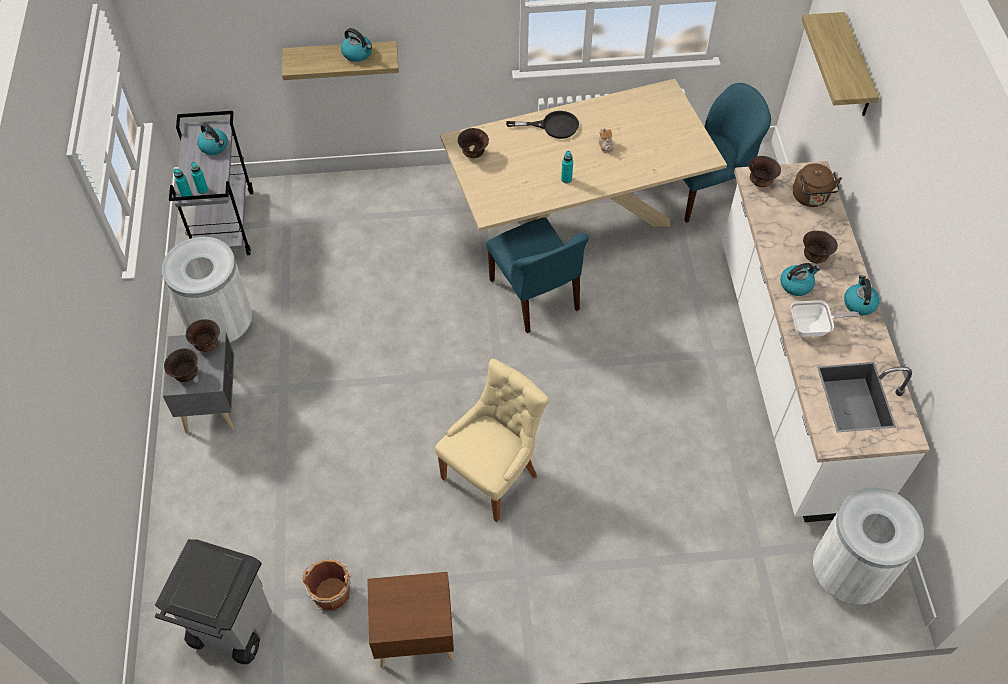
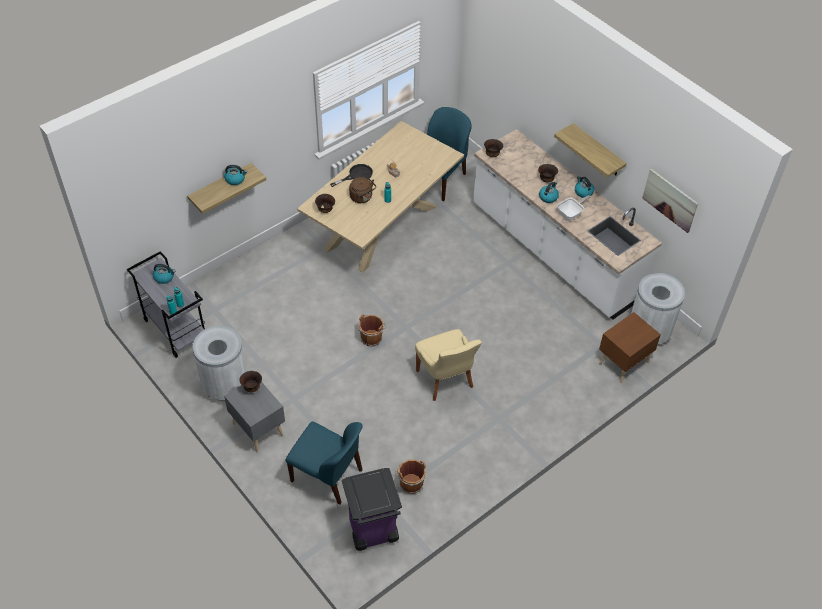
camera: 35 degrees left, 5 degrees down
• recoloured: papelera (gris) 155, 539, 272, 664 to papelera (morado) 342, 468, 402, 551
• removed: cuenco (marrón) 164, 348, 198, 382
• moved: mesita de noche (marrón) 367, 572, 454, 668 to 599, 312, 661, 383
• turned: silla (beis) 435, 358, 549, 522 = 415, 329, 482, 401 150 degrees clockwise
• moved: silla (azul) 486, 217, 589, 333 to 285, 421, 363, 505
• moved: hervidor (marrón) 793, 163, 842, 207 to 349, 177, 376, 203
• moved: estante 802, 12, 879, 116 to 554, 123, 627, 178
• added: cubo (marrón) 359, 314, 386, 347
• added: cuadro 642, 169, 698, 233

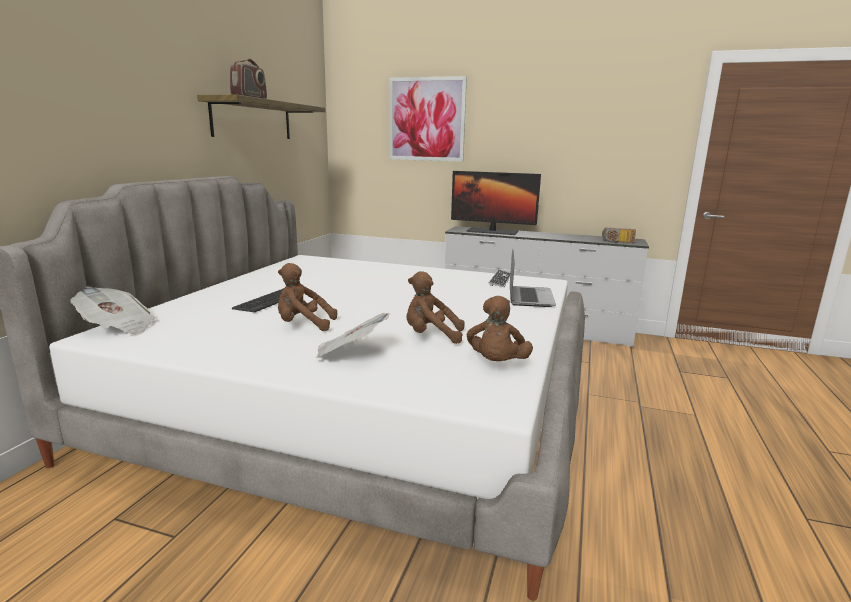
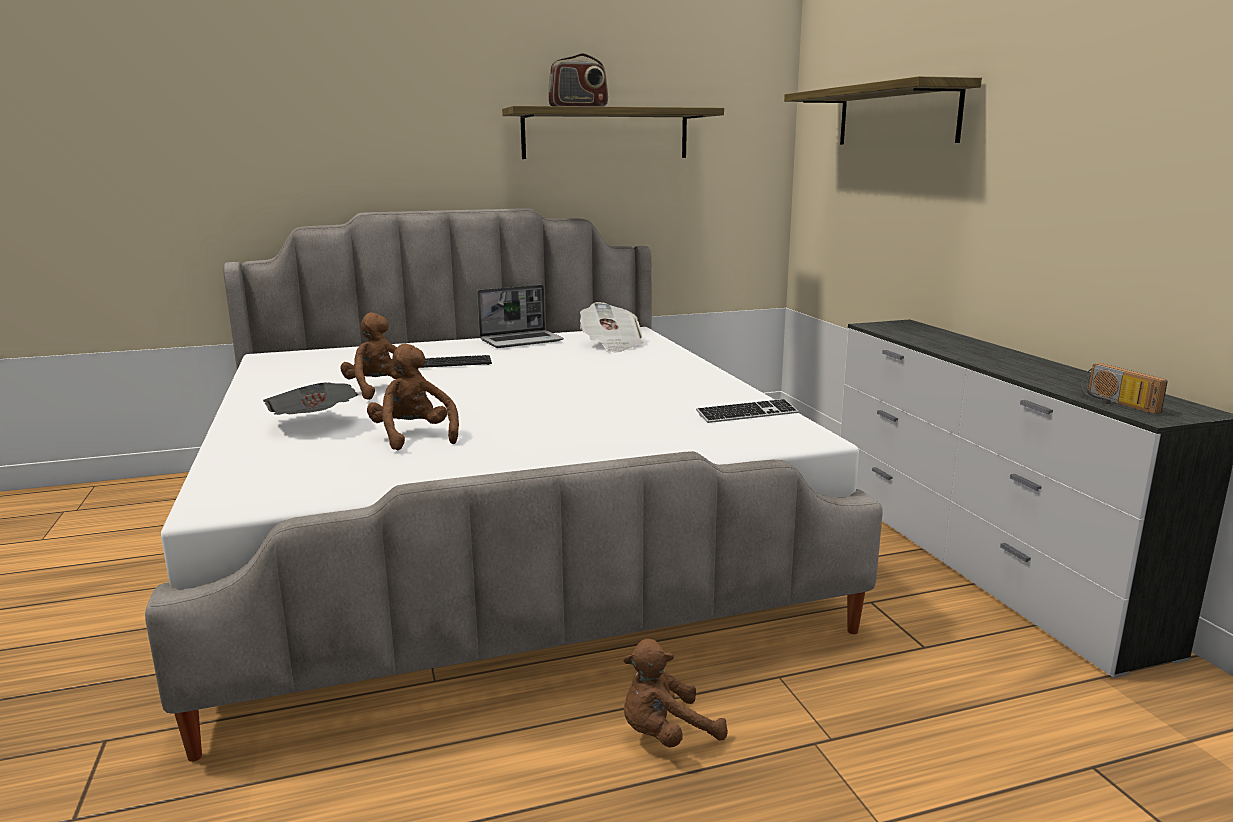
camera: 55 degrees right, 0 degrees up
• moved: periódico 70, 286, 156, 335 to 580, 302, 643, 353
• replaced: cuadro 389, 76, 467, 162 to estante 784, 76, 982, 145
• removed: monitor 451, 171, 541, 235
• moved: peluche (marrón) 467, 296, 533, 361 to 623, 639, 728, 748
• moved: portátil 510, 250, 556, 307 to 477, 285, 563, 348

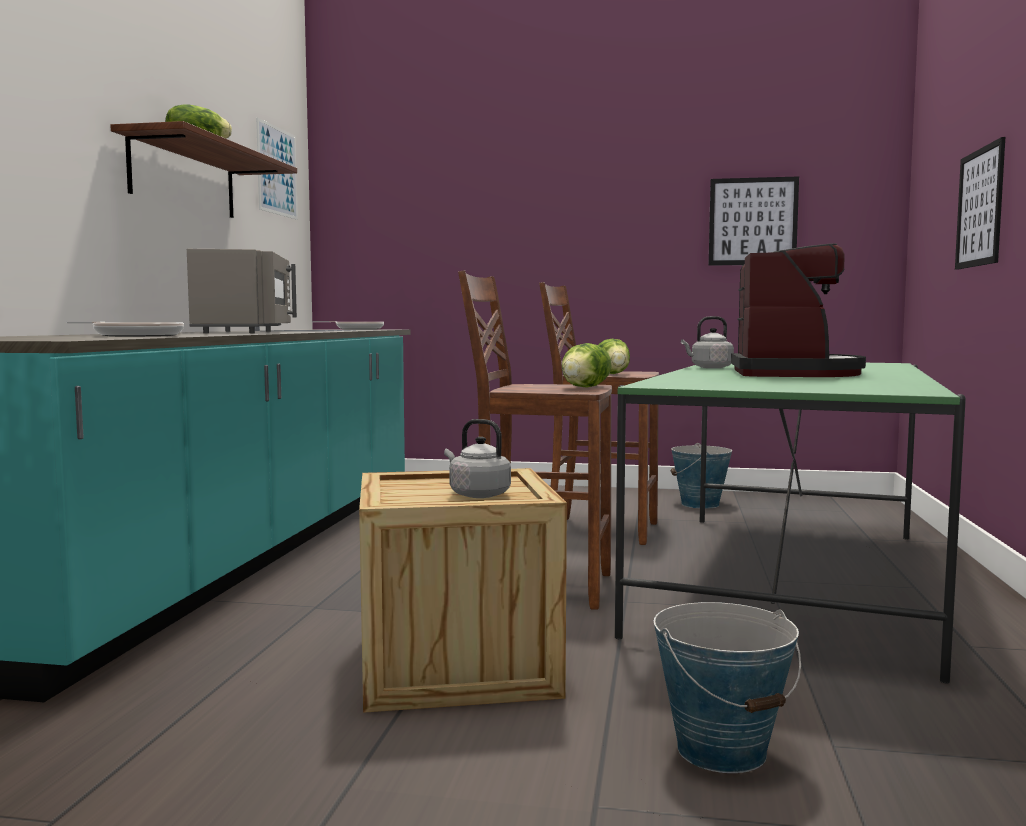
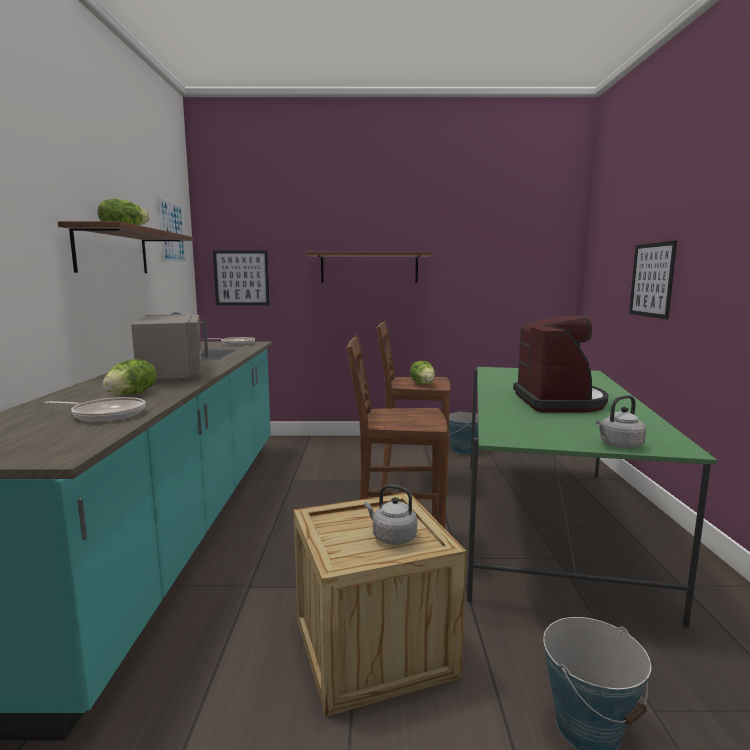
camera: 10 degrees left, 5 degrees up
• moved: lechuga 562, 343, 611, 387 to 103, 359, 157, 395
• moved: hervidor (gris) 681, 316, 734, 368 to 596, 395, 646, 448
• moved: cuadro 709, 177, 799, 266 to 213, 250, 270, 306
• added: estante 305, 252, 433, 282

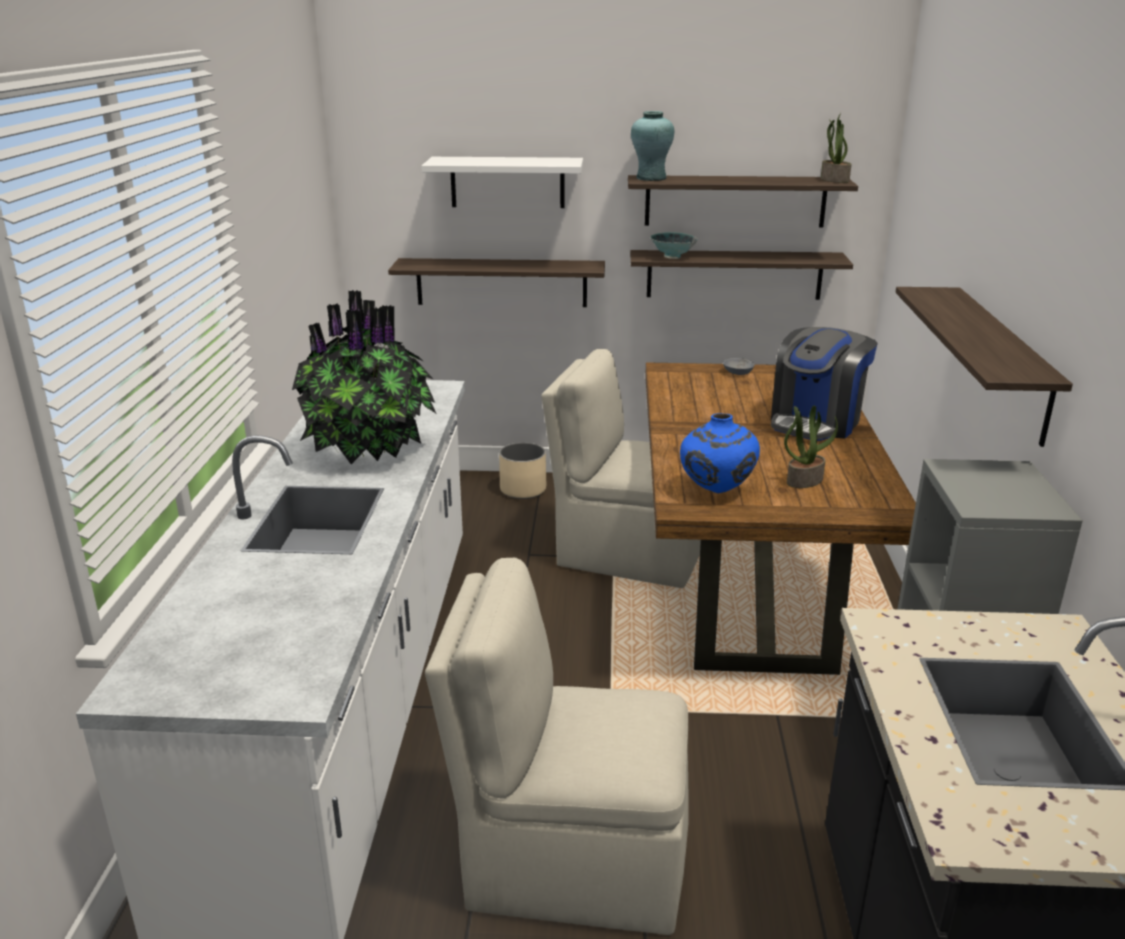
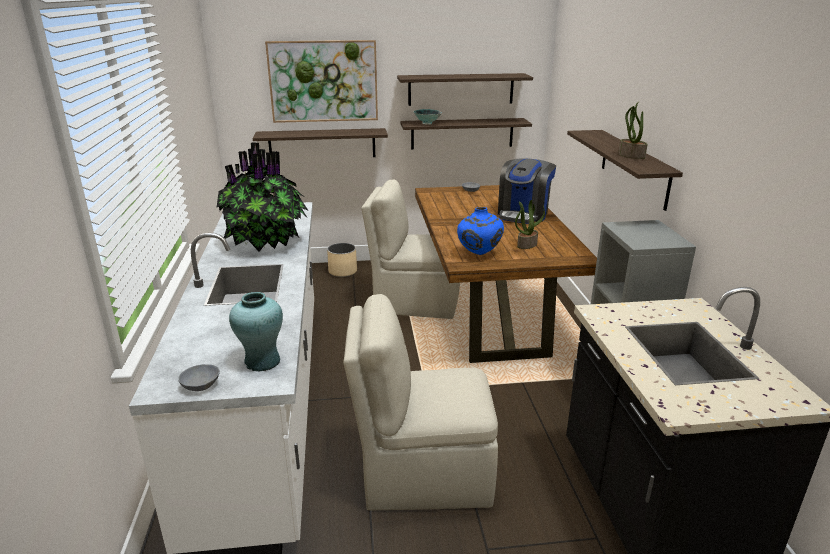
camera: 10 degrees left, 0 degrees up
• replaced: estante (blanco) 421, 157, 583, 208 to cuadro 265, 40, 378, 123
• moved: florero (turquesa) 631, 111, 674, 181 to 229, 292, 283, 371
• moved: planta en maceta 821, 113, 852, 183 to 618, 102, 648, 159
• added: cuenco (gris) 178, 364, 220, 391

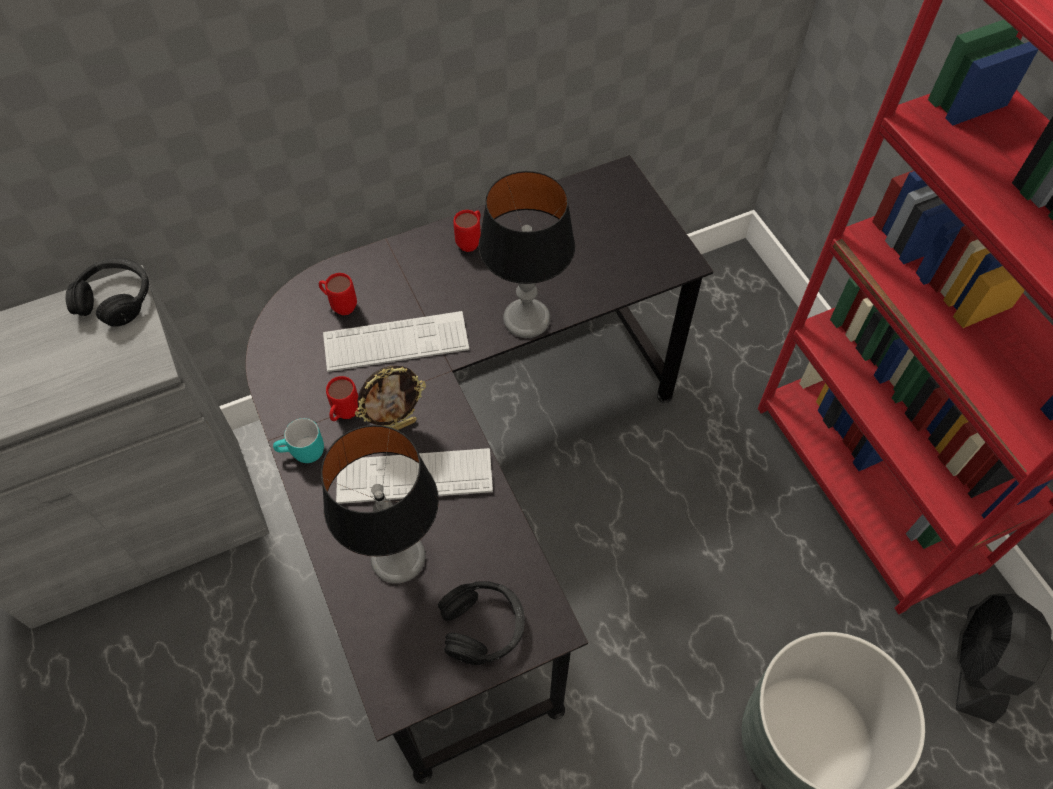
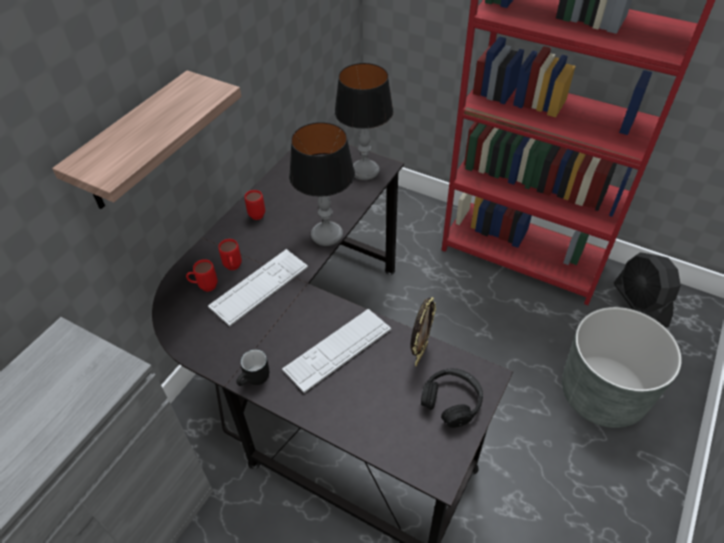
camera: 35 degrees left, 10 degrees down
• removed: auriculares (negro) 66, 258, 149, 327
• recoloured: taza grande (turquesa) 273, 418, 324, 463 to taza grande (negro) 236, 349, 269, 386
• moved: lámpara de mesa 321, 425, 439, 584 to 334, 63, 394, 180
• moved: taza grande (rojo) 326, 376, 359, 421 to 218, 239, 242, 270
• moved: portarretratos 355, 366, 426, 430 to 411, 297, 436, 366
• added: estante 52, 70, 242, 209

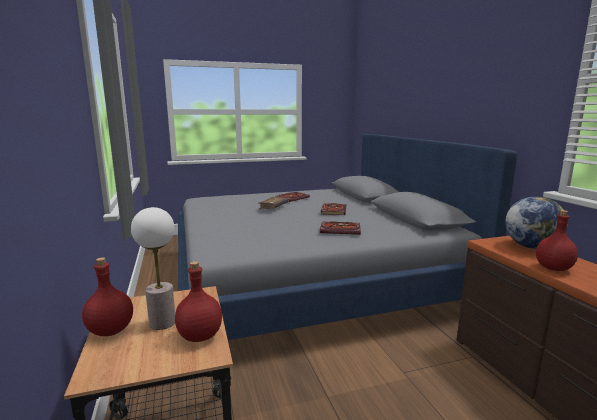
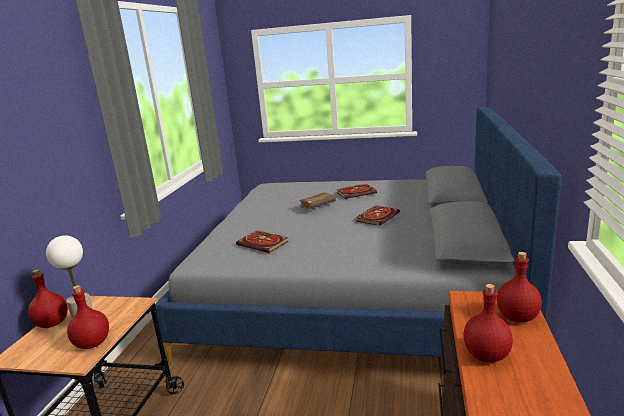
camera: 30 degrees right, 5 degrees up
• moved: libro 320, 221, 361, 235 to 236, 231, 288, 253
• replaced: globo terráqueo 505, 196, 568, 249 to botella (rojo) 497, 252, 542, 322

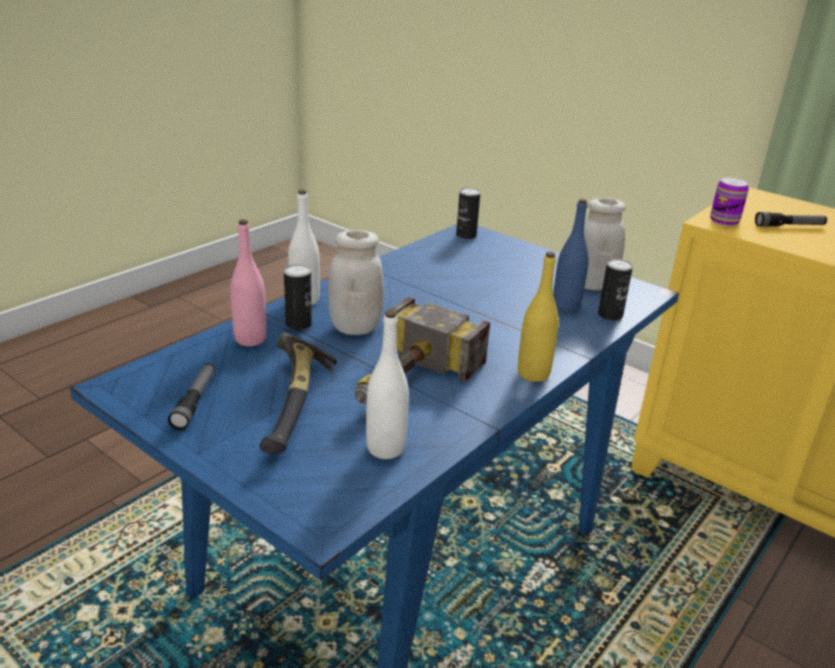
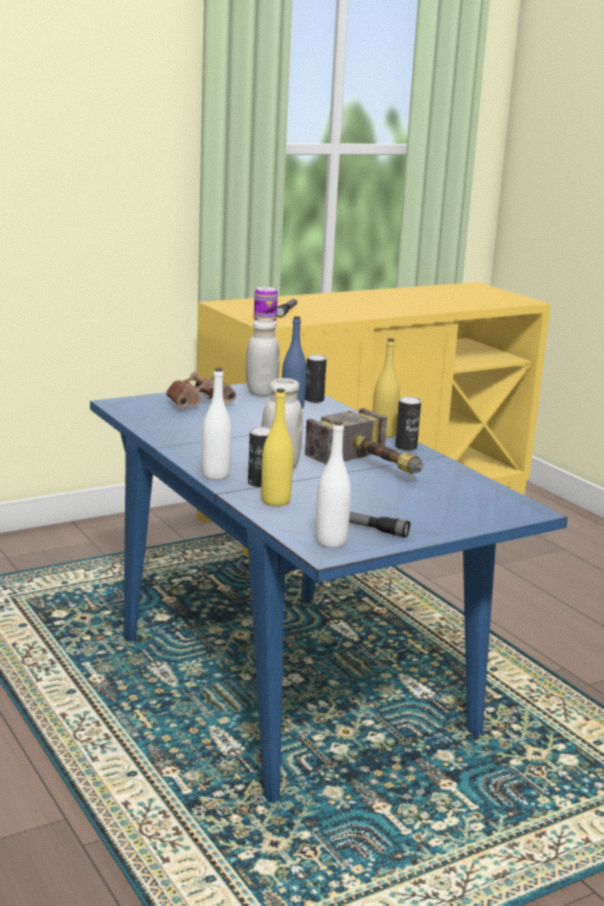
camera: 70 degrees left, 10 degrees down
• recoloured: botella (rosa) 230, 219, 267, 346 to botella (amarillo) 261, 388, 293, 506
• removed: martillo 260, 332, 337, 454
• moved: botella (blanco) 366, 310, 409, 459 to 315, 421, 351, 548
• moved: lata 456, 188, 480, 239 to 395, 396, 421, 451
• added: prismáticos (marrón) 166, 371, 236, 407

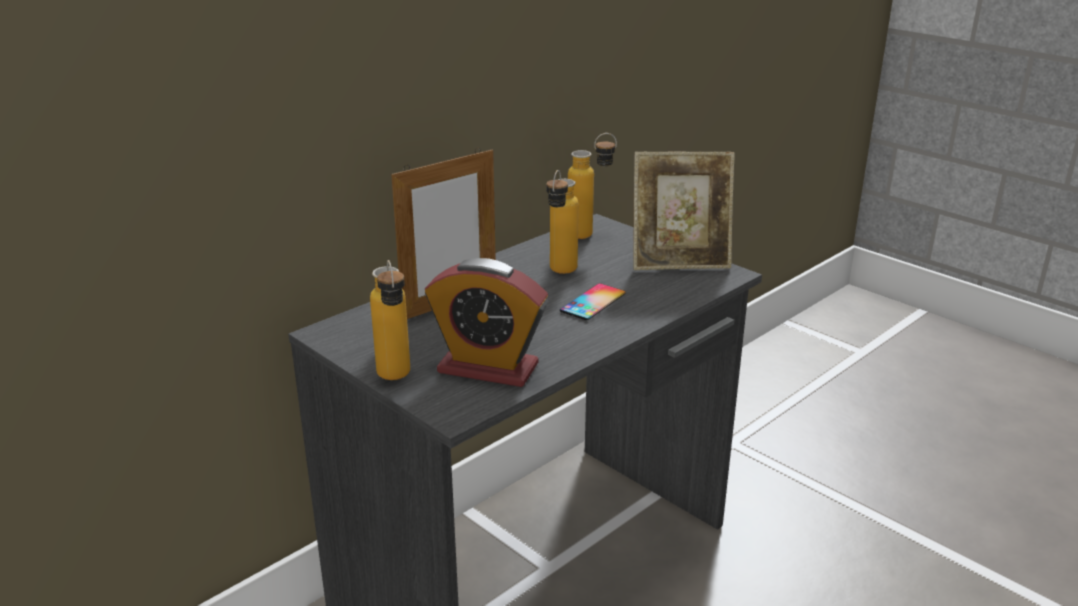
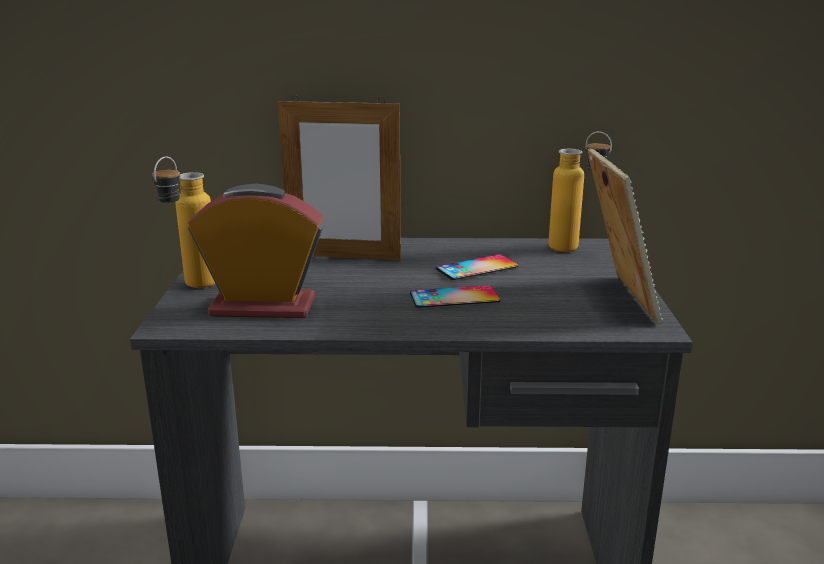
camera: 45 degrees right, 5 degrees down
• turned: despertador 425, 258, 548, 387 = 188, 184, 324, 318 120 degrees clockwise
• replaced: botella 546, 170, 579, 274 to móvil 436, 254, 518, 280
• turned: portarretratos 633, 152, 735, 270 = 587, 148, 663, 324 135 degrees counterclockwise

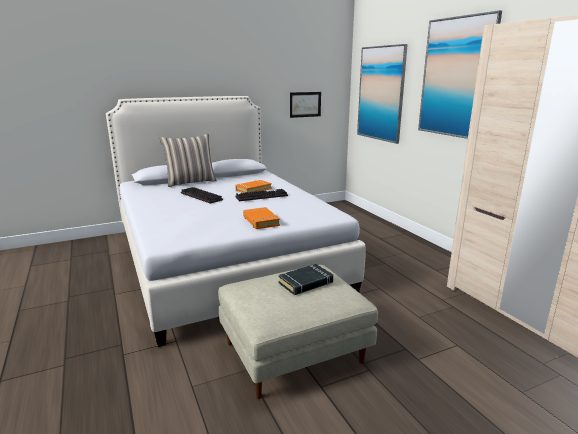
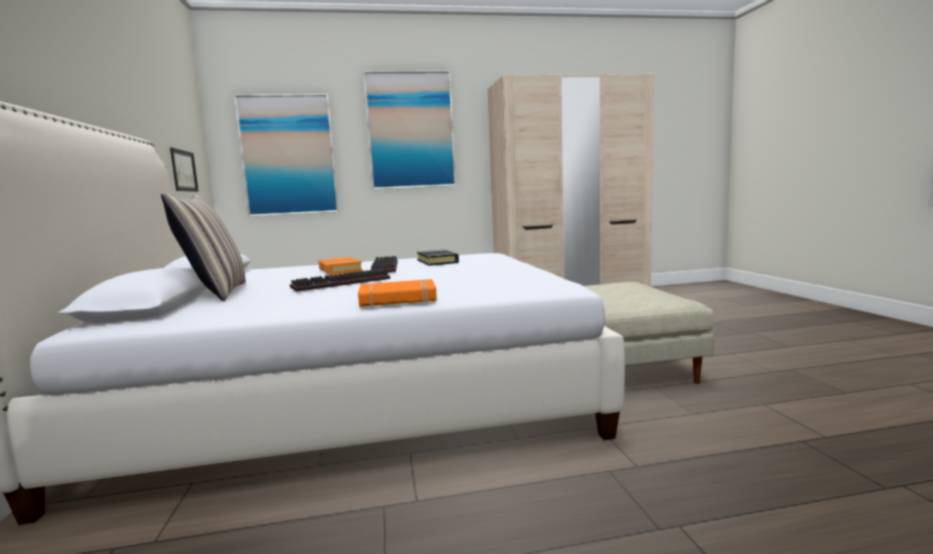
camera: 75 degrees left, 10 degrees down
• moved: libro (naranja) 243, 207, 280, 229 to 358, 279, 437, 307
• moved: libro (negro) 278, 264, 333, 295 to 417, 250, 459, 266

